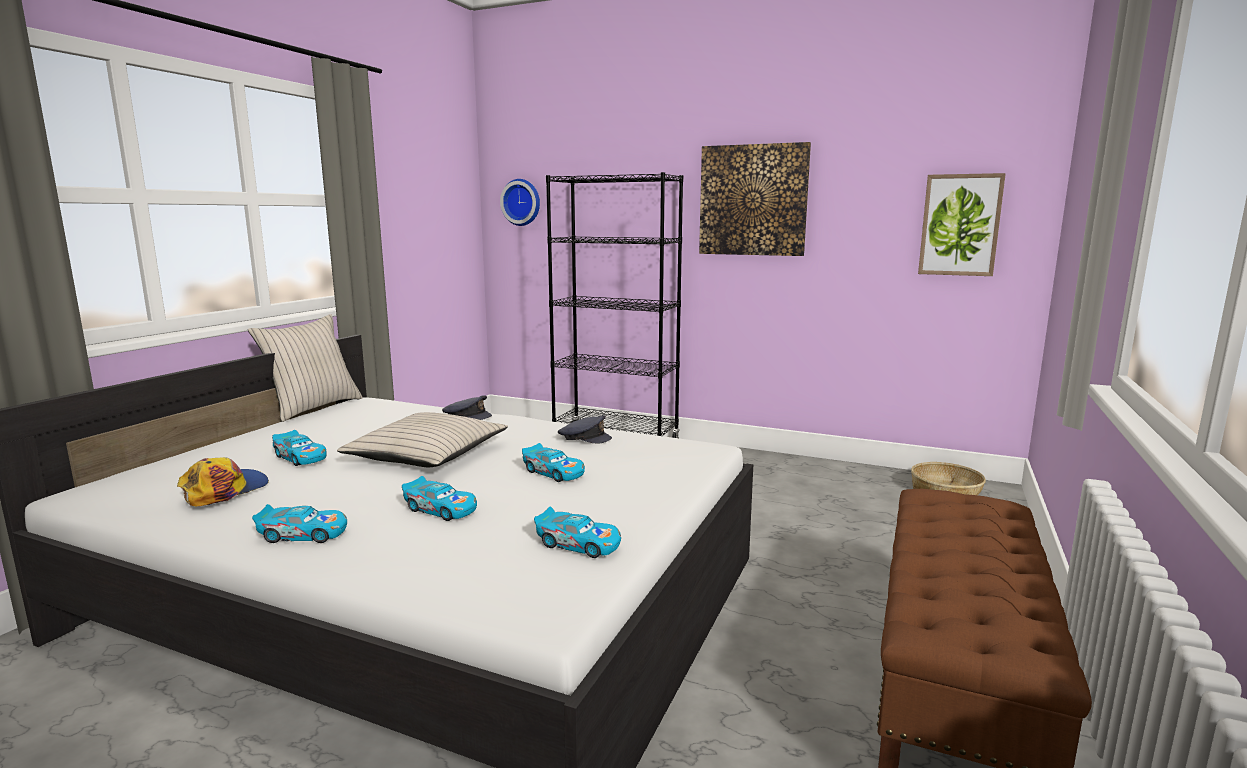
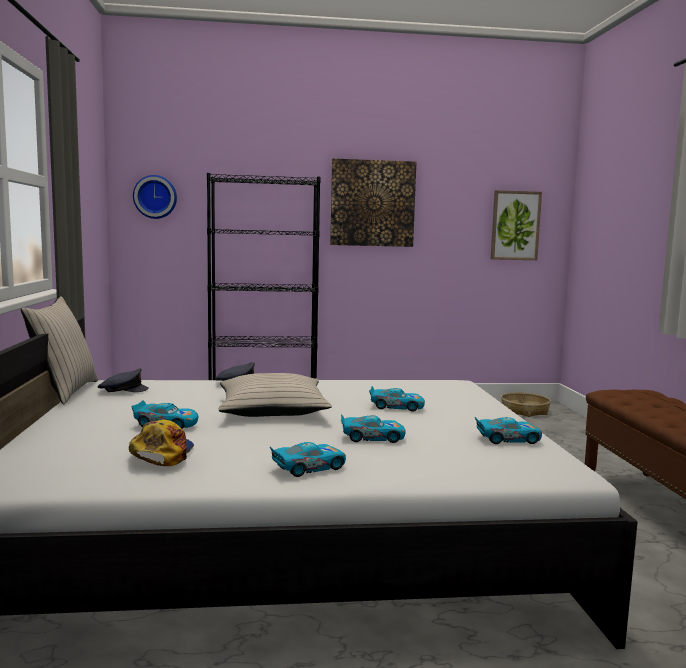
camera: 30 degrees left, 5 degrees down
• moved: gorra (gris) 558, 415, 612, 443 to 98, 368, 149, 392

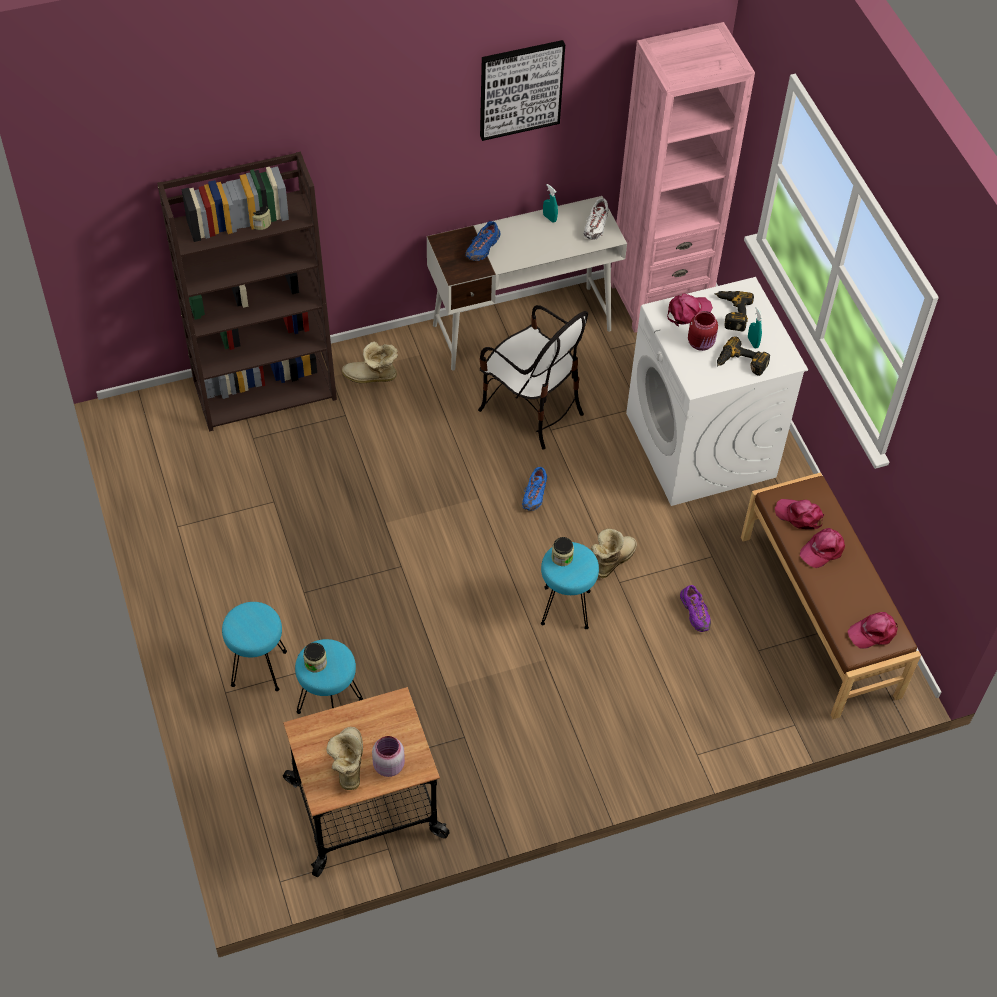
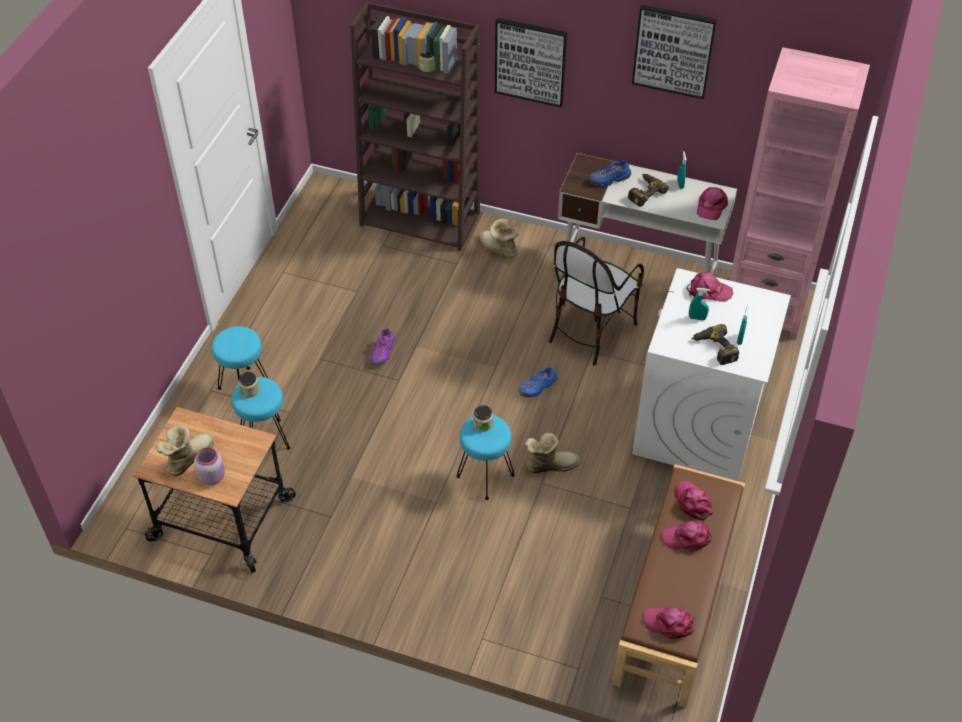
camera: 40 degrees right, 5 degrees down
• turned: silla 478, 305, 588, 450 = 549, 236, 644, 366 45 degrees clockwise
• replaced: zapato (blanco) 584, 198, 609, 240 to gorra (rosa) 697, 187, 728, 220
• moved: zapato (morado) 680, 585, 711, 632 to 370, 328, 394, 366
• replaced: tarro (rojo) 688, 311, 718, 351 to pulverizador (turquesa) 689, 288, 710, 320
• moved: taladro 715, 291, 754, 331 to 628, 174, 669, 207
• added: cuadro 495, 18, 567, 107

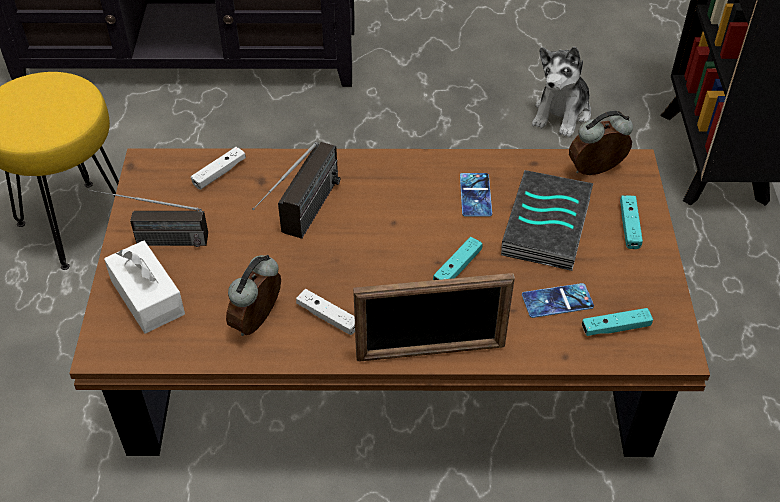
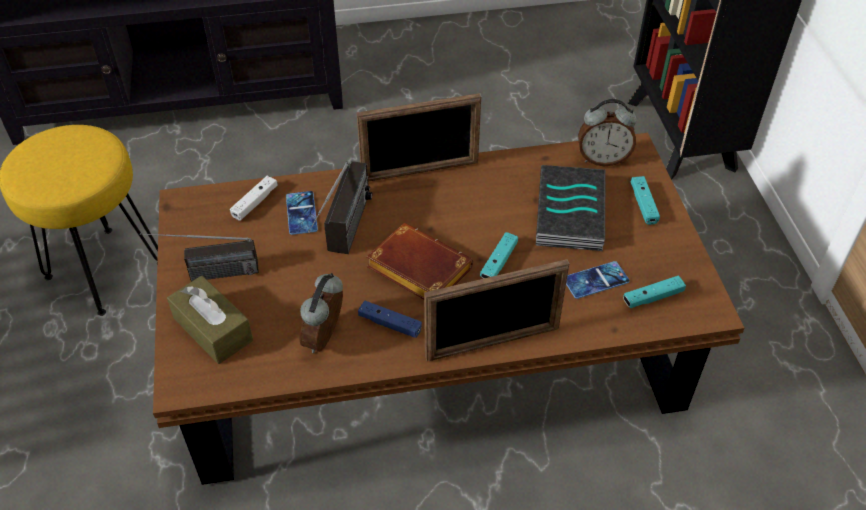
camera: 10 degrees left, 0 degrees up
• recoloured: caja de pañuelos (blanco) 104, 241, 185, 334 to caja de pañuelos (marrón) 167, 276, 253, 364
• recoloured: mando de consola (blanco) 296, 289, 355, 335 to mando de consola (azul) 358, 301, 422, 338
• moved: móvil 460, 173, 492, 217 to 286, 191, 318, 235
• removed: peluche 532, 47, 591, 138
• turned: despertador 569, 111, 633, 175 = 578, 99, 637, 166 150 degrees counterclockwise
• added: portarretratos 357, 93, 481, 182
• added: libro (marrón) 366, 223, 473, 299

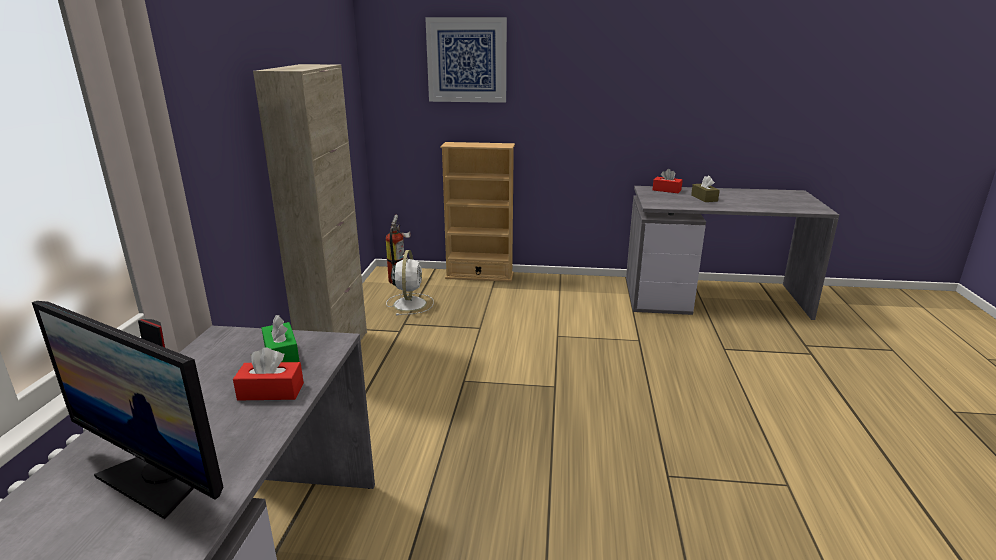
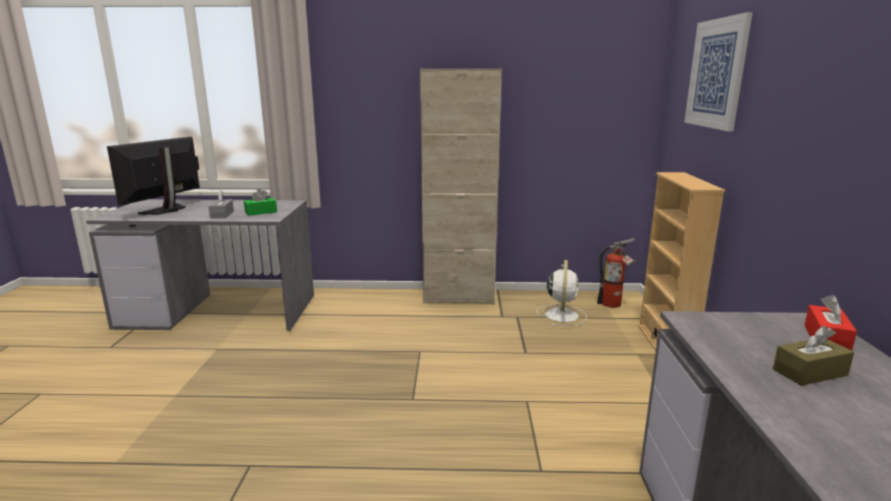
camera: 85 degrees right, 5 degrees down
• recoloured: caja de pañuelos (rojo) 233, 347, 304, 400 to caja de pañuelos (gris) 208, 191, 234, 219
• turned: ventilador (blanco) 386, 250, 434, 315 = 537, 260, 587, 326 75 degrees counterclockwise

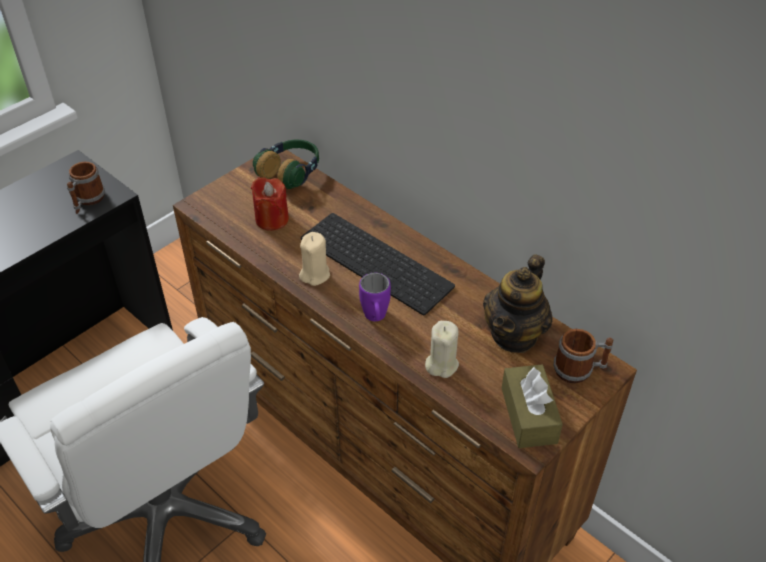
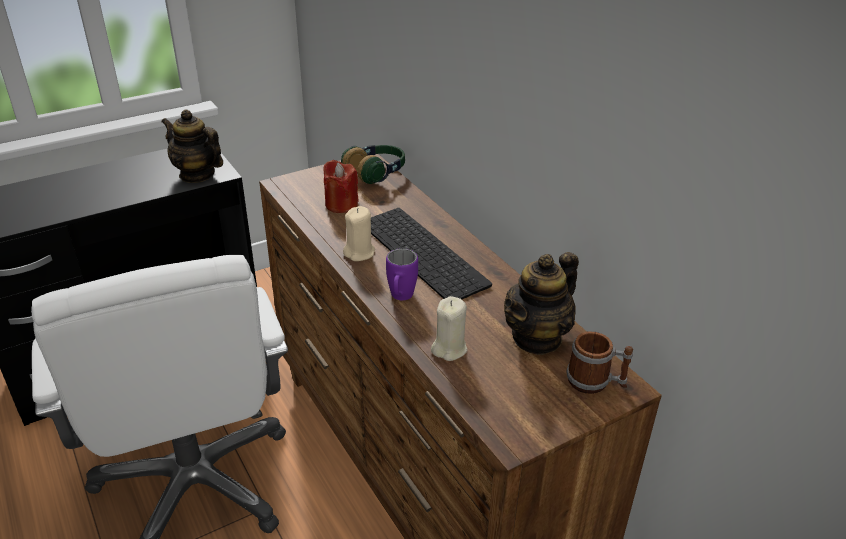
camera: 15 degrees right, 10 degrees down
• replaced: taza grande 67, 162, 105, 214 to tetera 161, 109, 223, 183
• removed: caja de pañuelos (marrón) 502, 365, 563, 448

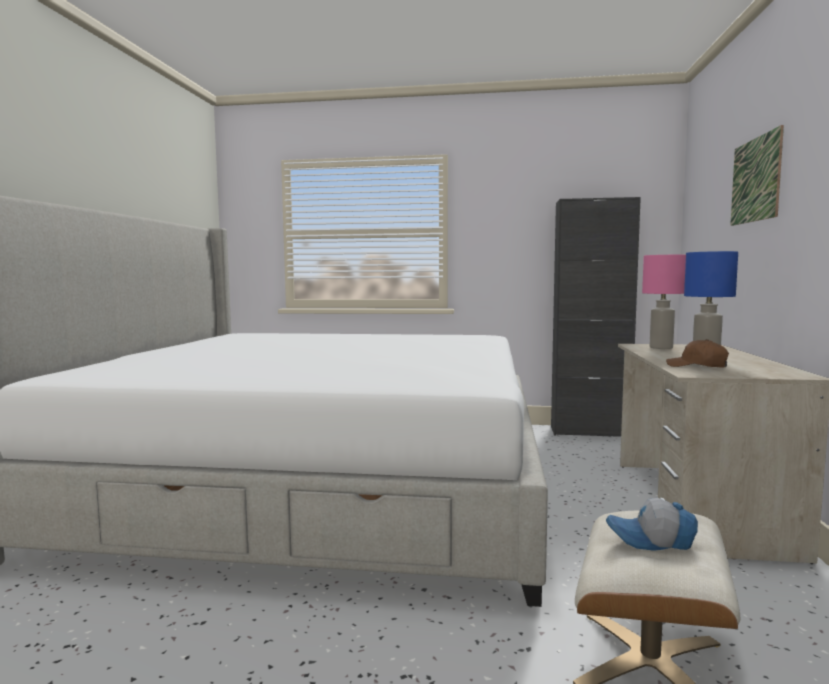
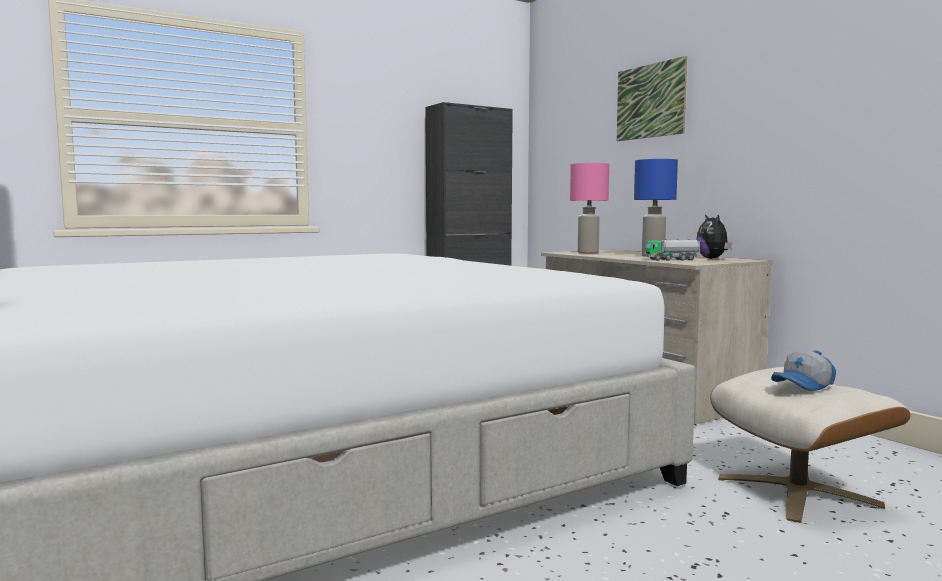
camera: 40 degrees left, 0 degrees up
• replaced: gorra (marrón) 666, 339, 729, 368 to camión de juguete 645, 239, 700, 261
• added: peluche 696, 214, 732, 259

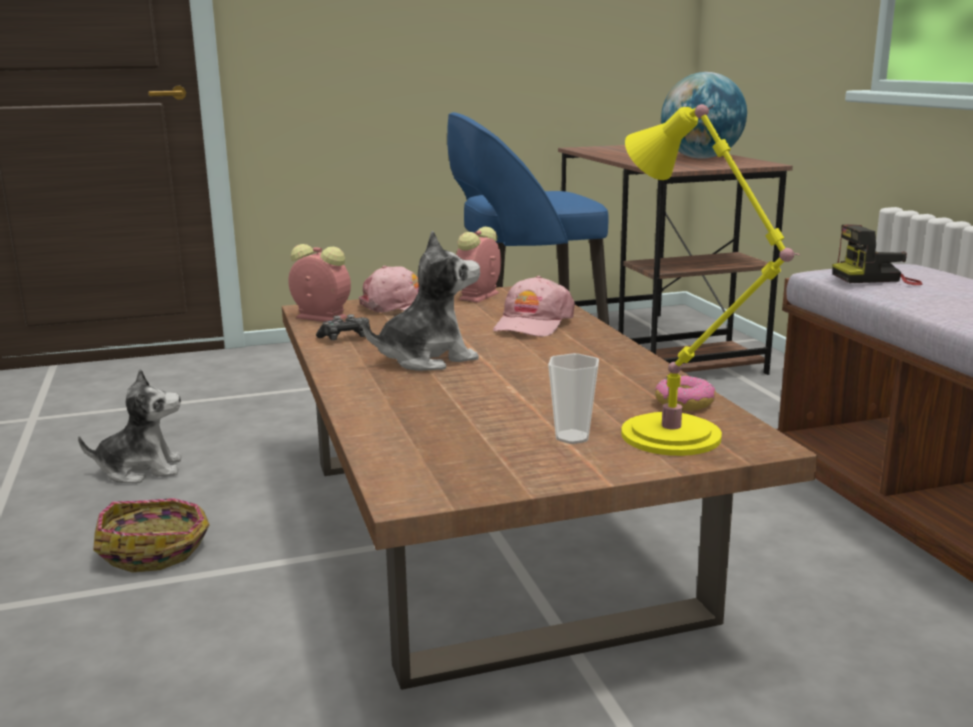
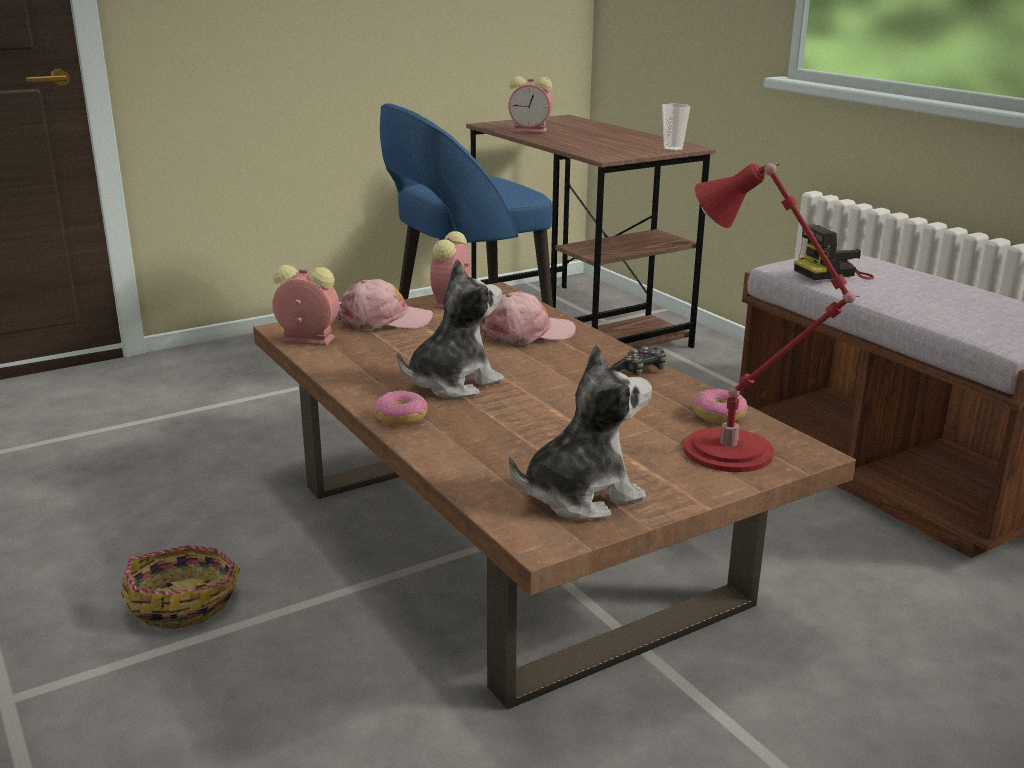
camera: 15 degrees left, 5 degrees up
• moved: peluche 78, 369, 182, 483 to 509, 344, 652, 520
• moved: mando de consola 316, 314, 371, 340 to 610, 346, 667, 376
• turned: gorra (rosa) 493, 276, 575, 337 = 479, 292, 576, 345 120 degrees counterclockwise
• moved: taza 548, 353, 599, 444 to 662, 103, 690, 151
• recoloured: lámpara de mesa (amarillo) 621, 104, 801, 456 to lámpara de mesa (rojo) 683, 163, 860, 472
• removed: globo terráqueo 661, 72, 747, 159
• added: rosquilla 374, 391, 428, 426
• added: despertador 508, 76, 552, 133

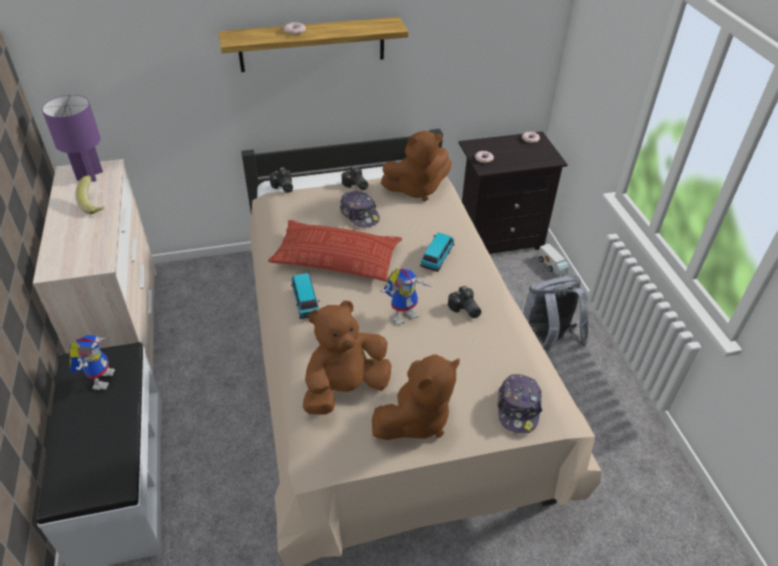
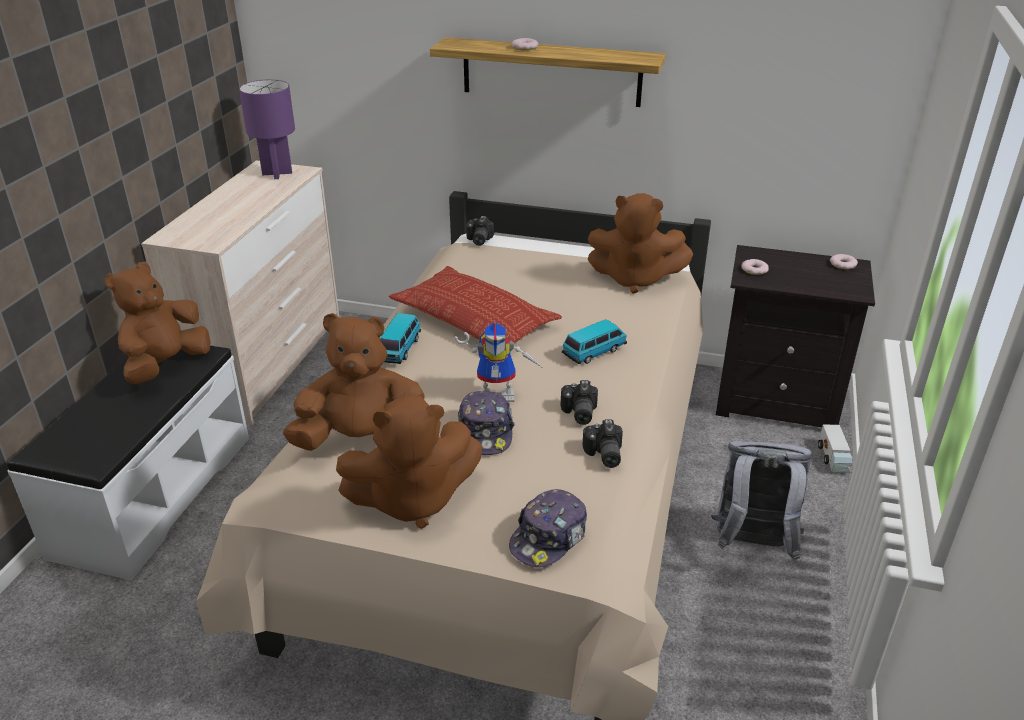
camera: 30 degrees right, 10 degrees down
• replaced: robot de juguete 68, 335, 115, 390 to peluche (marrón) 105, 262, 211, 384
• removed: plátano 75, 175, 105, 214
• moved: gorra 340, 191, 380, 228 to 458, 391, 515, 455
• moved: cámara 342, 165, 368, 190 to 583, 419, 623, 468

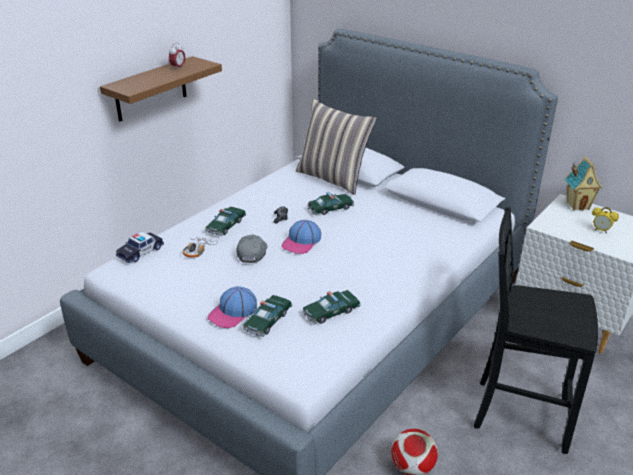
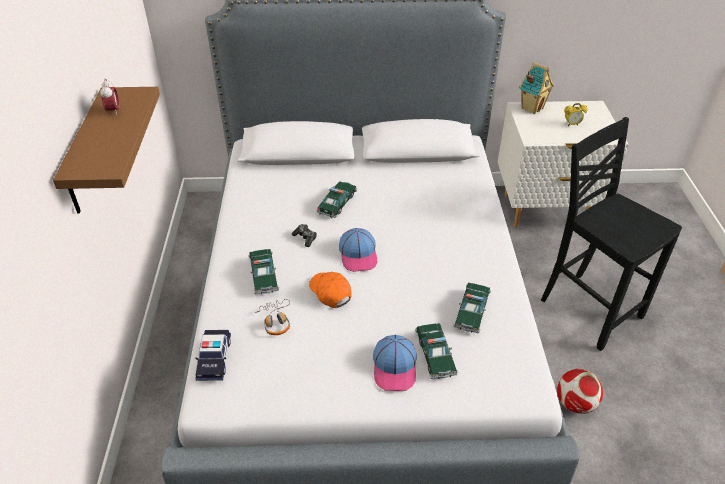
camera: 40 degrees left, 10 degrees up
• recoloured: gorra (gris) 236, 234, 268, 263 to gorra (naranja) 309, 272, 351, 308
• removed: cojín 296, 98, 377, 195
• turned: silla (negro) 474, 207, 598, 454 = 541, 117, 682, 351 75 degrees clockwise

